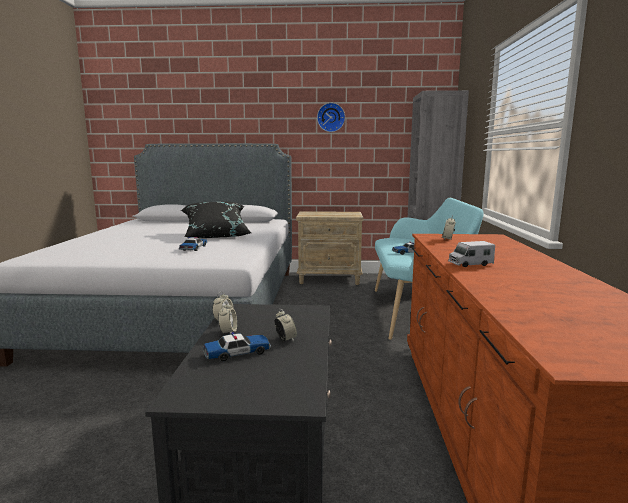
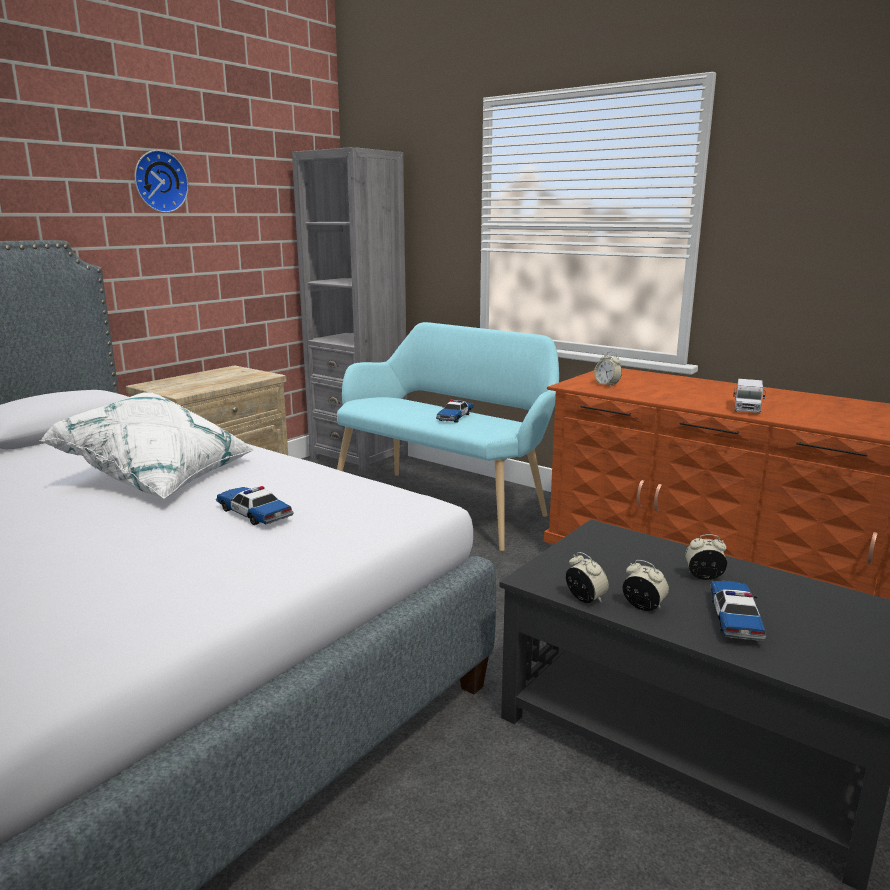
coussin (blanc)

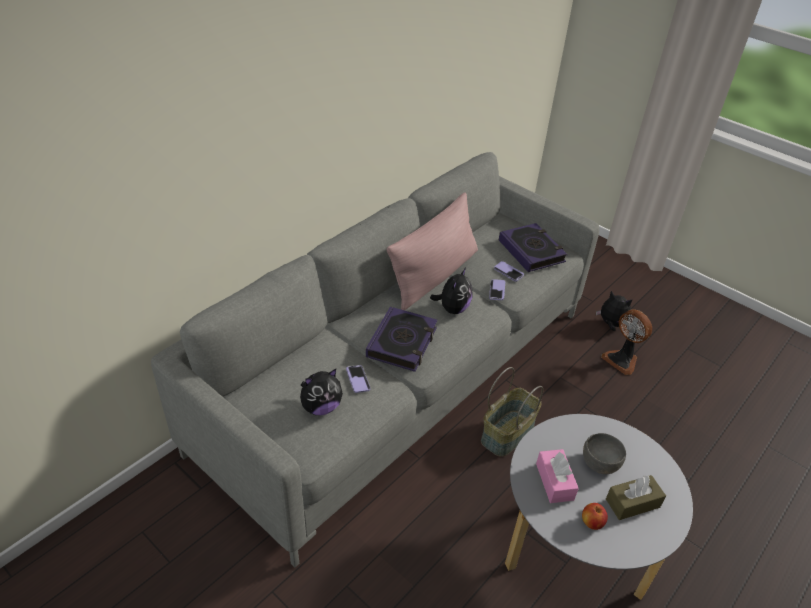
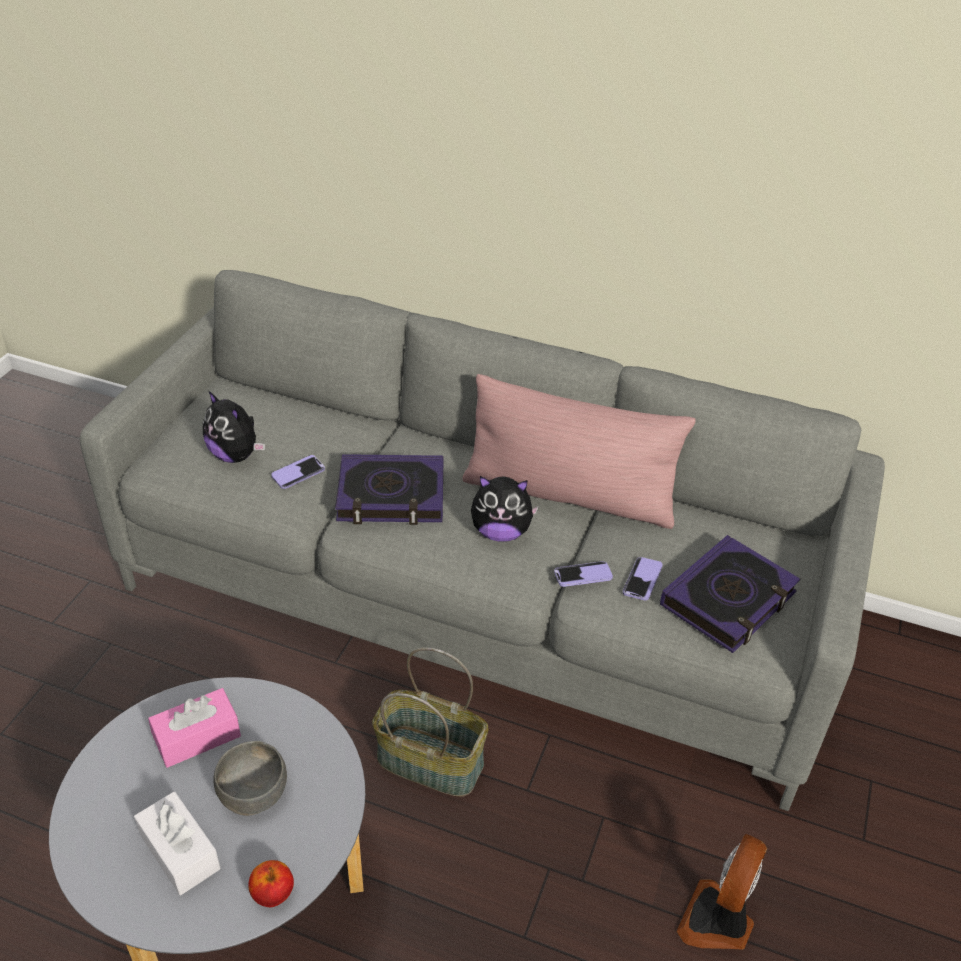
peluche (3rd from left in the first image)
boîte à mouchoirs (blanc)
pomme

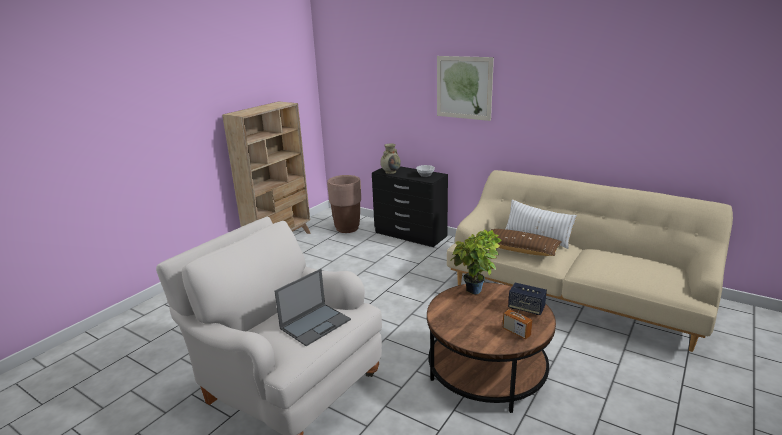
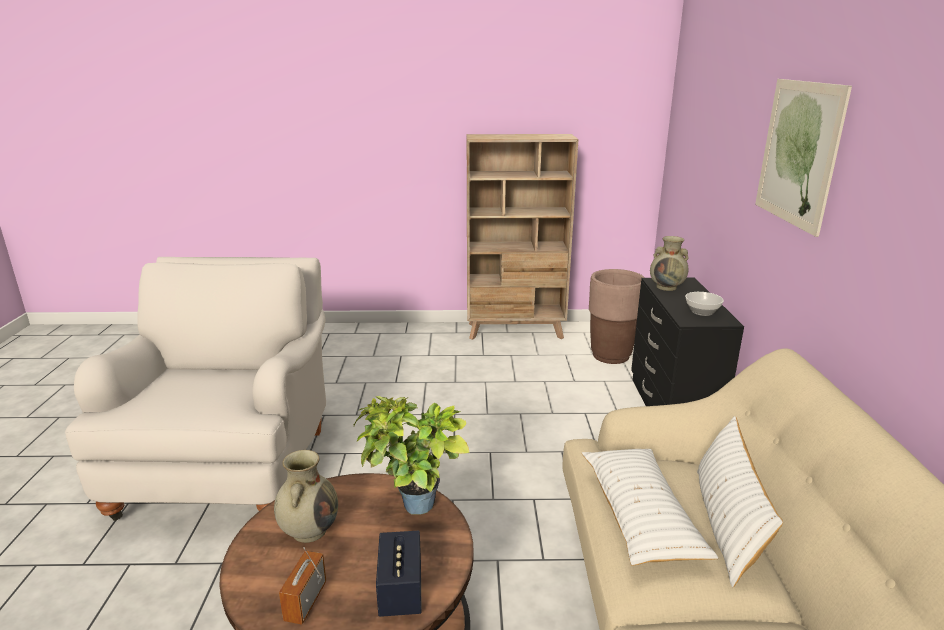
coussin (blanc) (1st from left)
ordinateur portable
vase (beige) (1st from left)

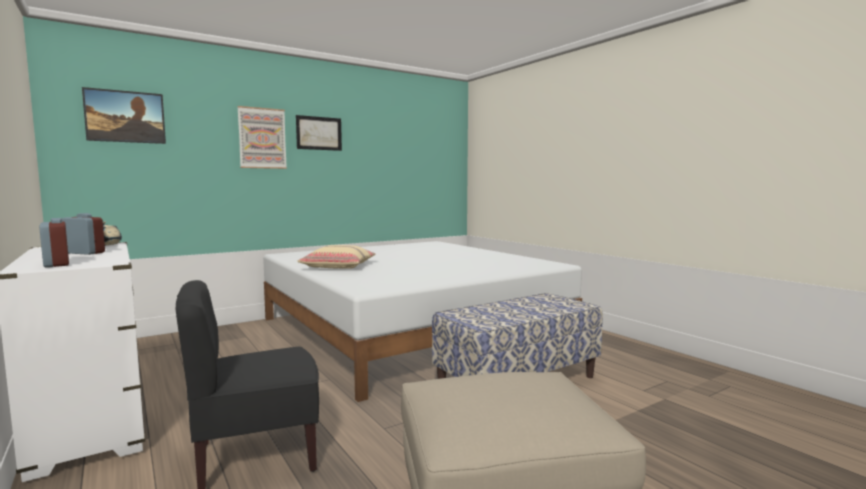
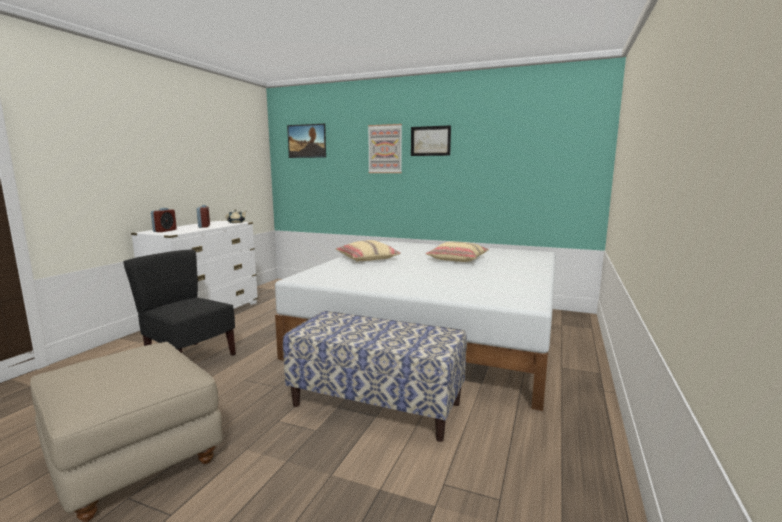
coussin (beige) (2nd from left)

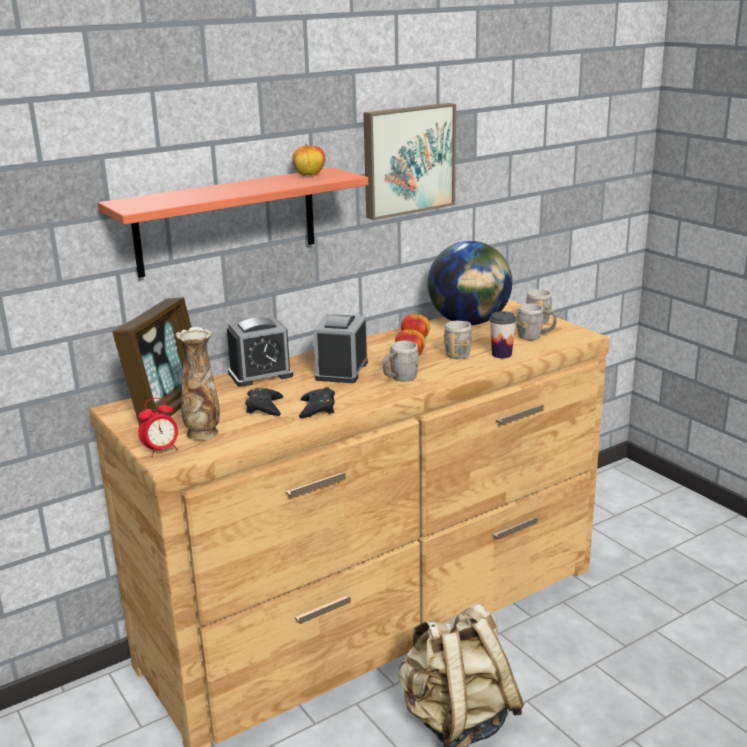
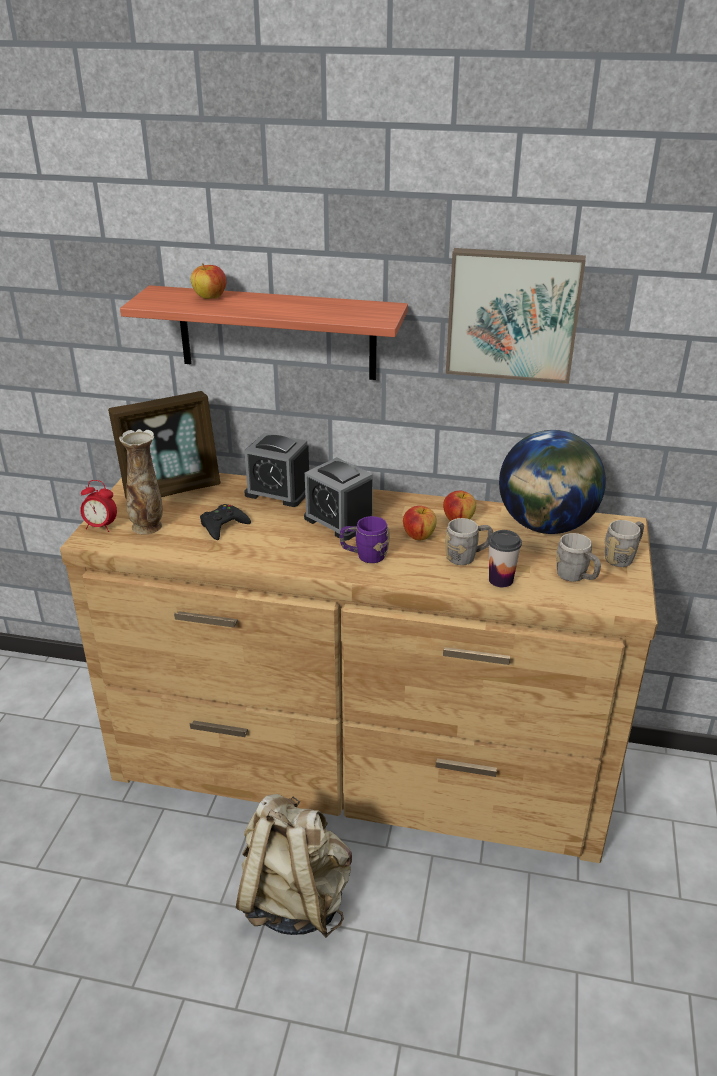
pomme (1st from left)
réveil (3rd from left)
mug (violet)
manette (noir) (2nd from left in the first image)

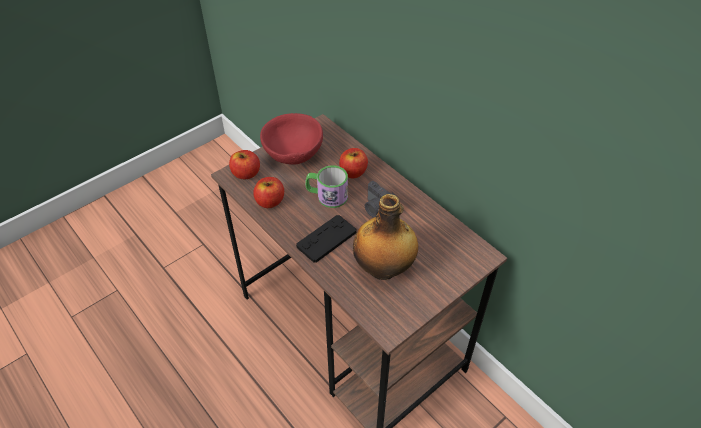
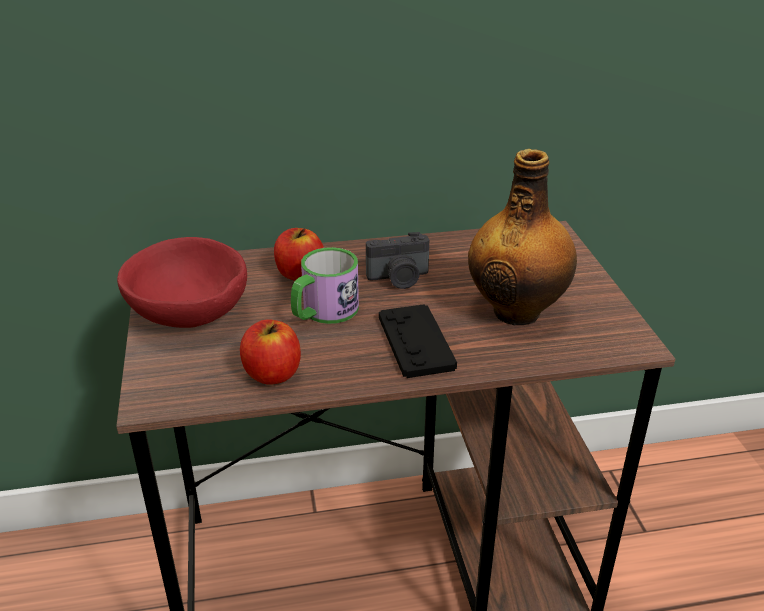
pomme (1st from left in the first image)

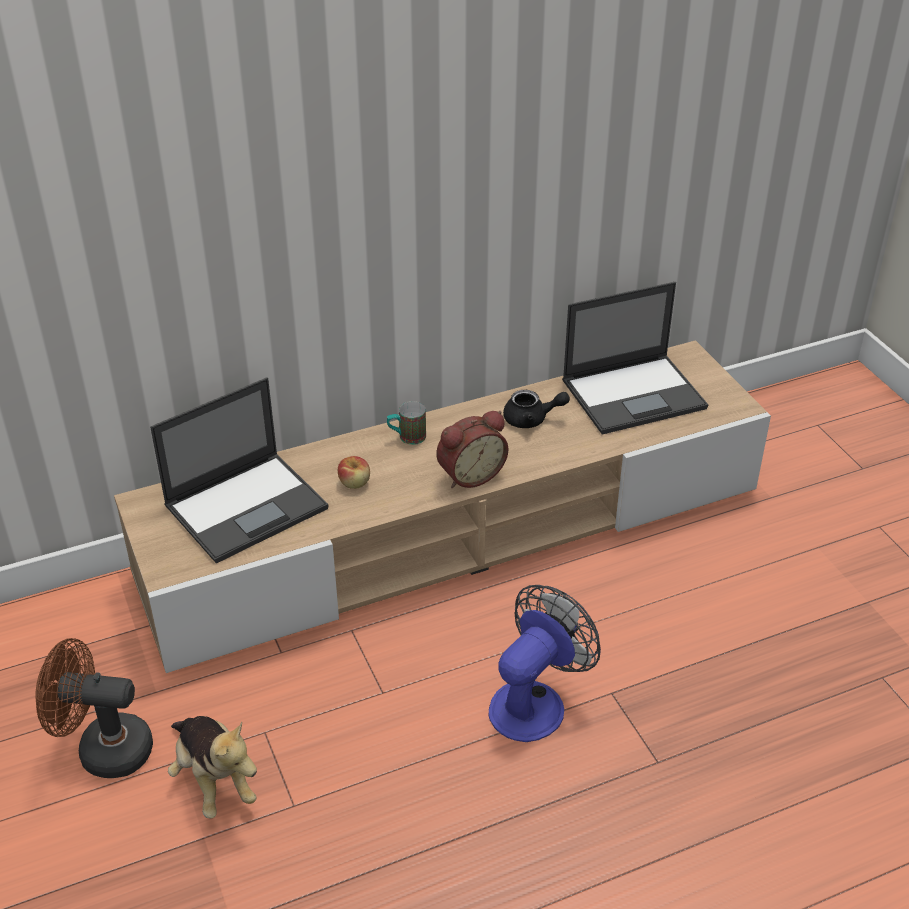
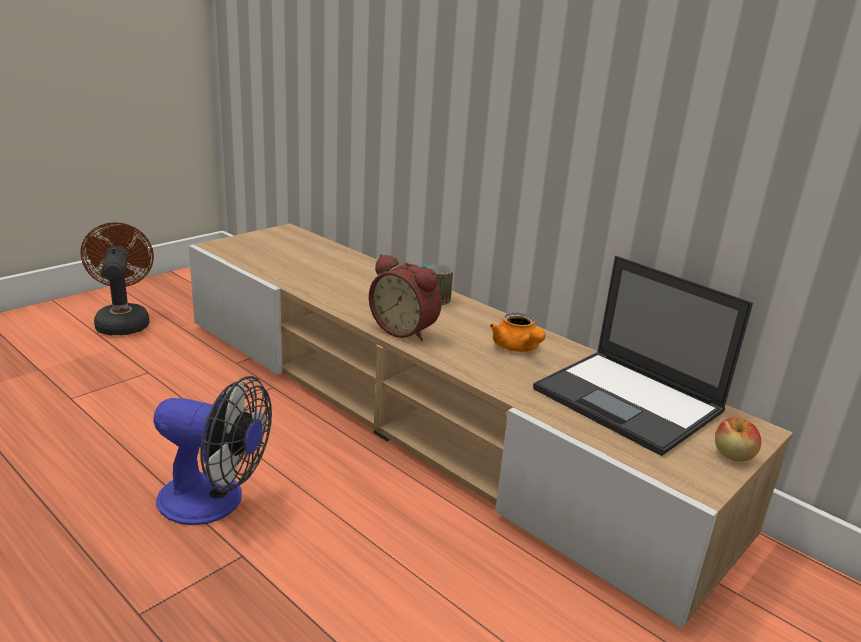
ordinateur portable (1st from left in the first image)
théière (orange)
pomme
peluche

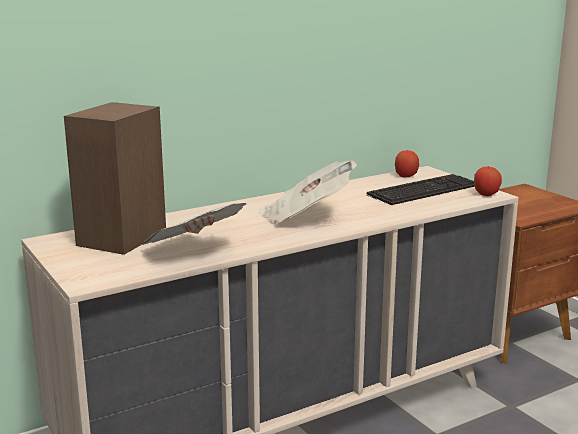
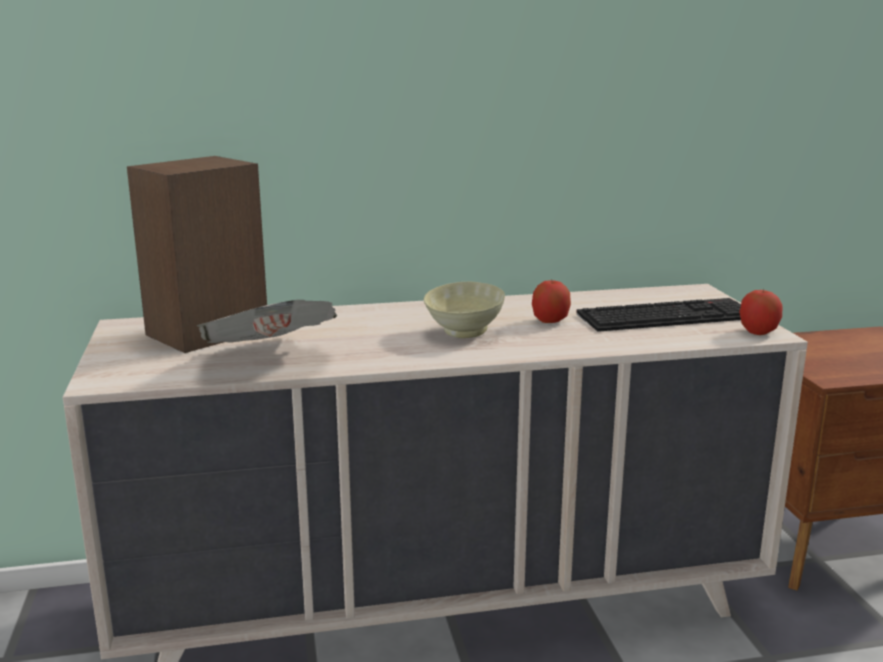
pomme (1st from left)
bol (beige)

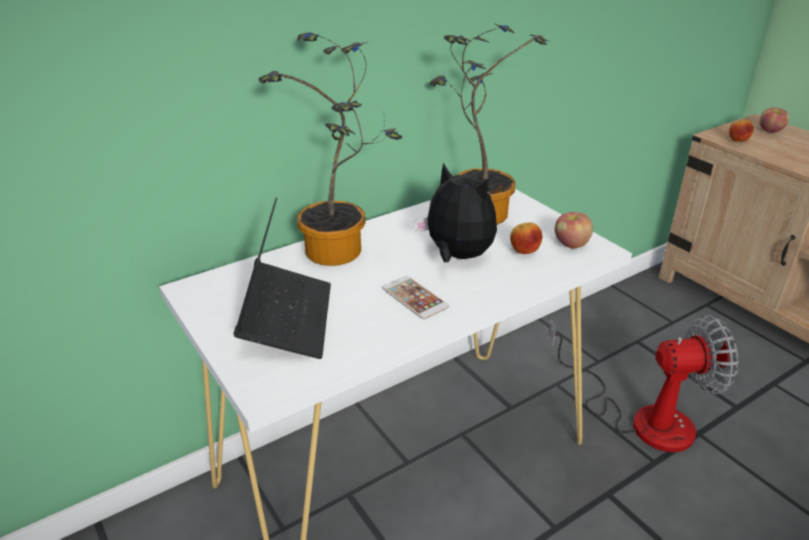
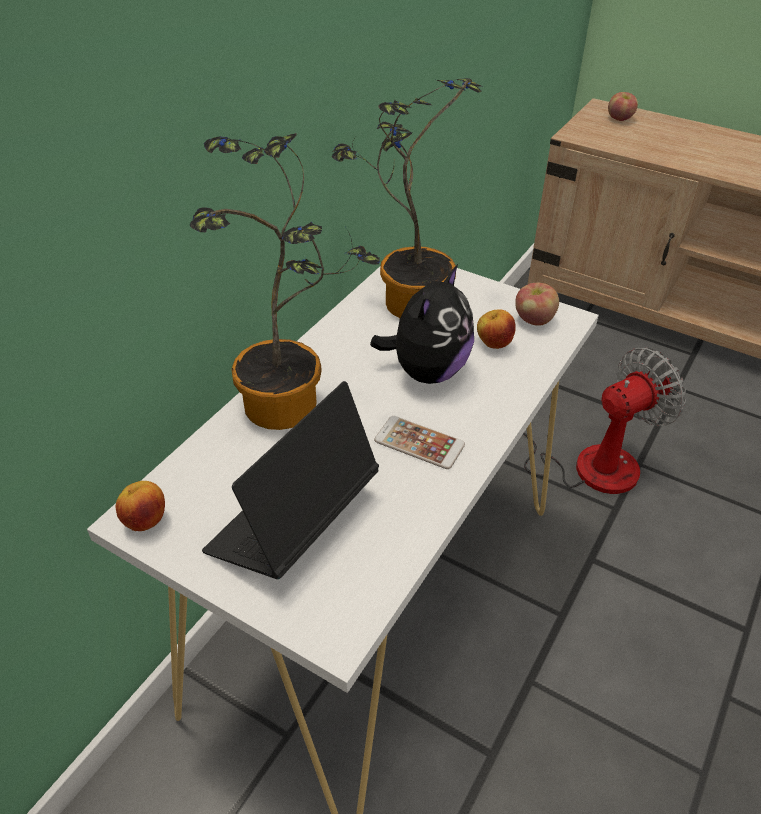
pomme (1st from left)
peluche
ordinateur portable

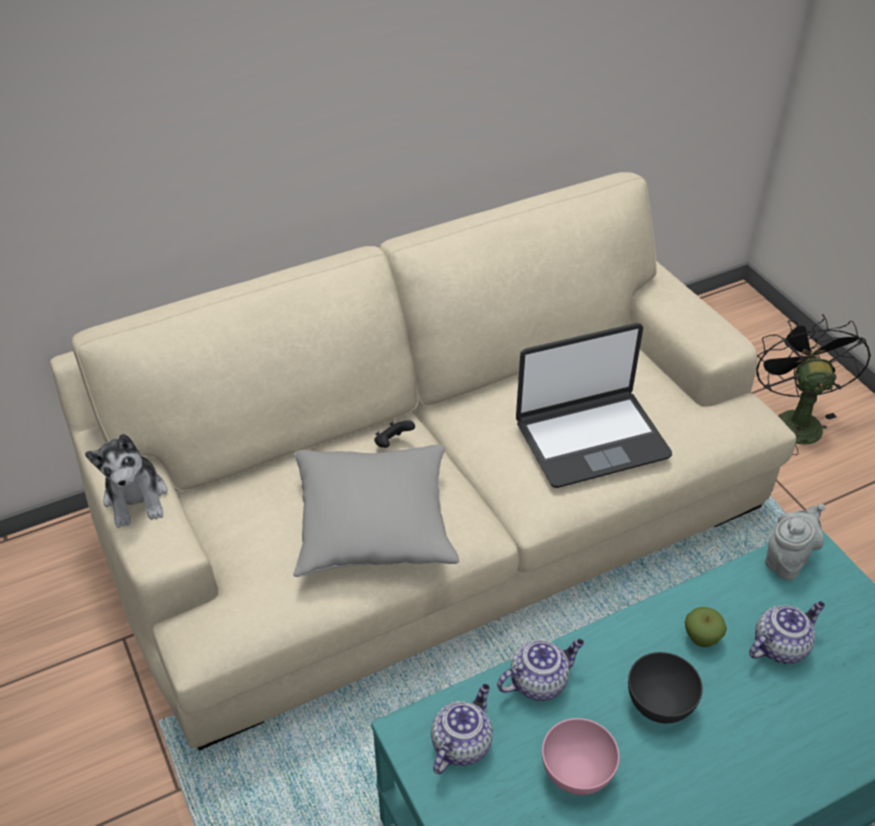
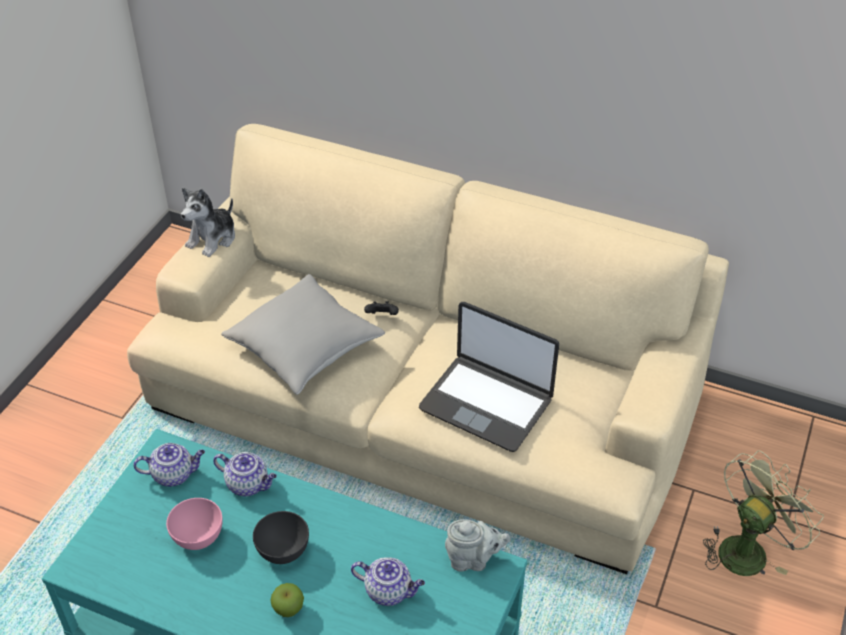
ventilateur (vert)
pomme

